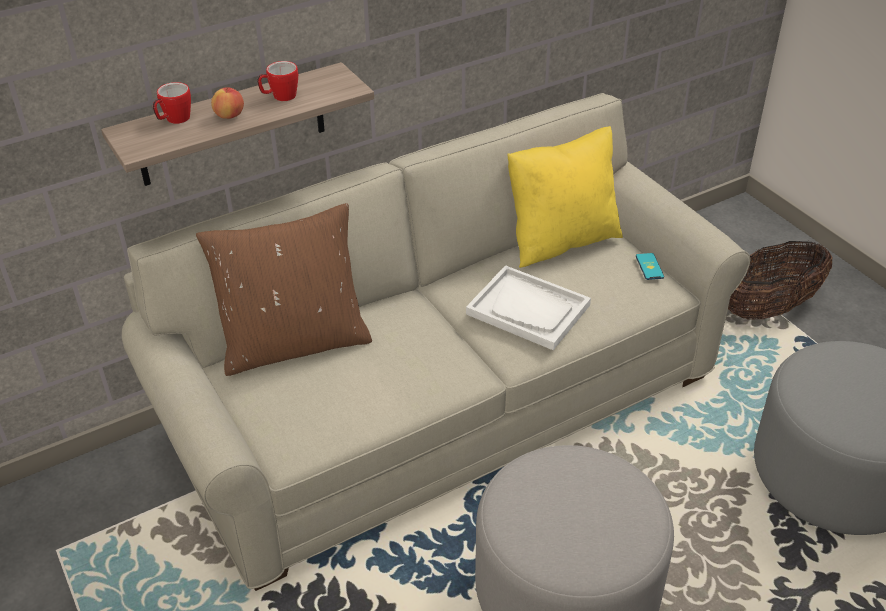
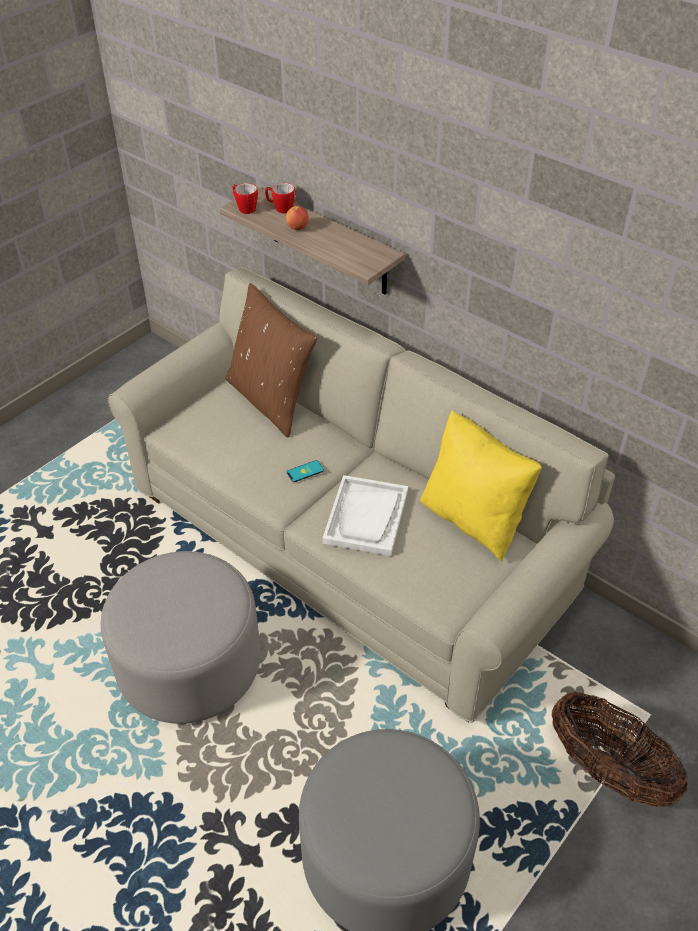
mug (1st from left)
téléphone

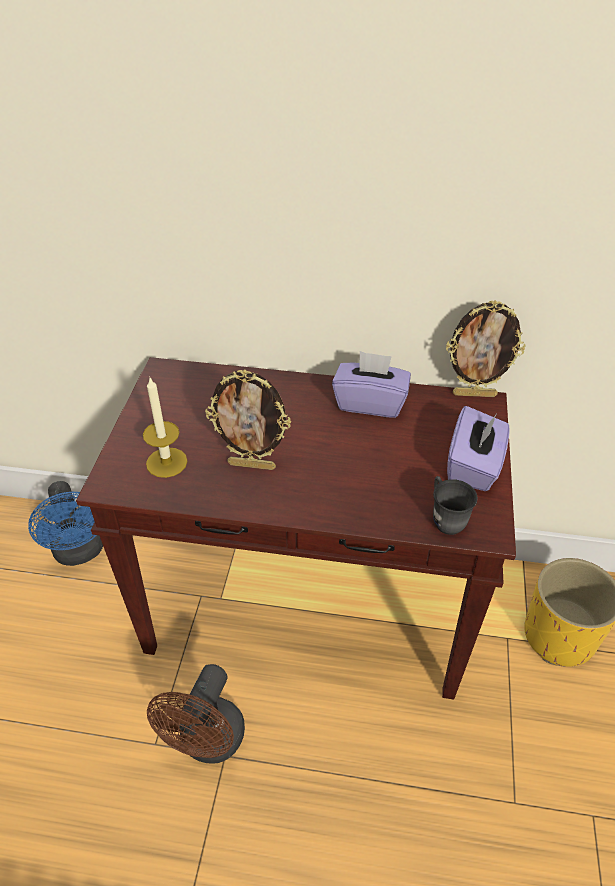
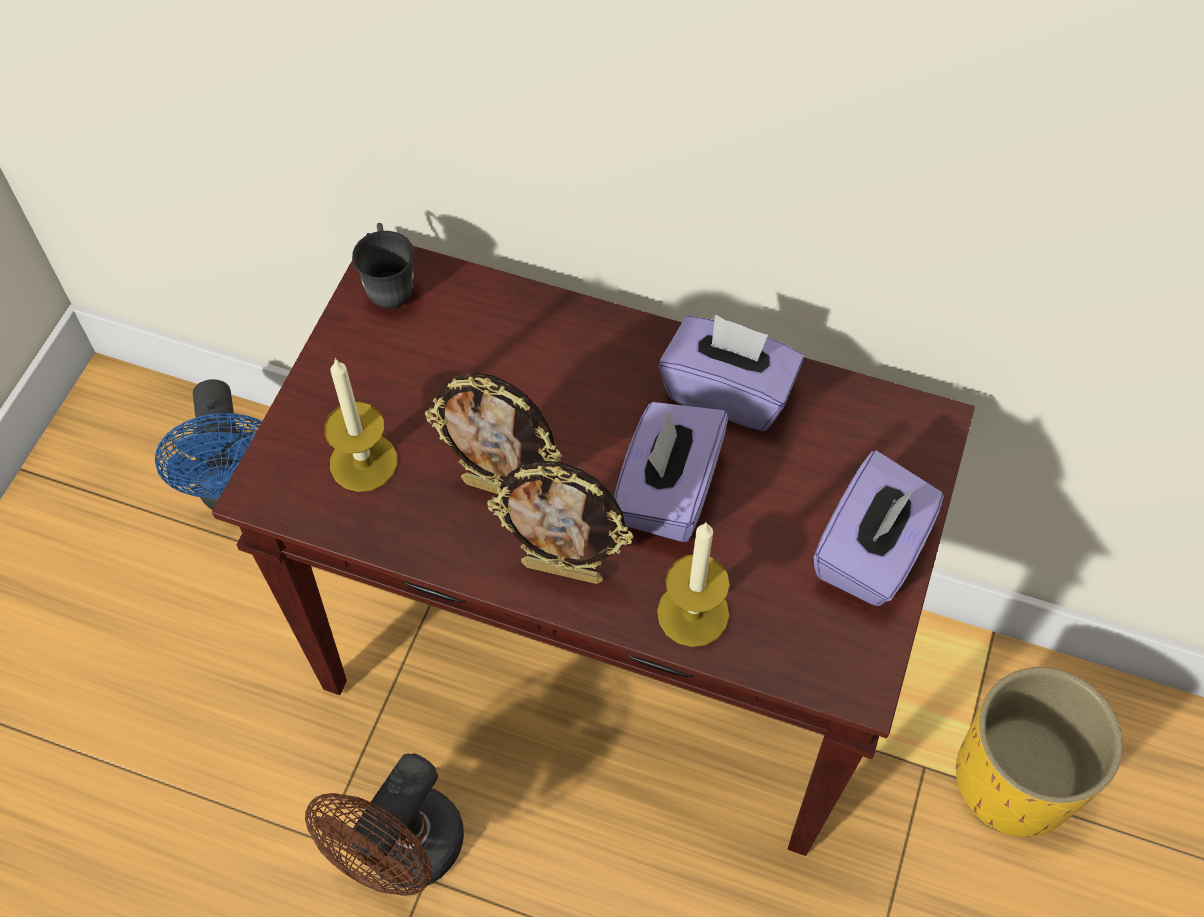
cadre photo (2nd from left)
mug (gris)
boîte à mouchoirs (violet) (1st from left)
bougie (2nd from left)

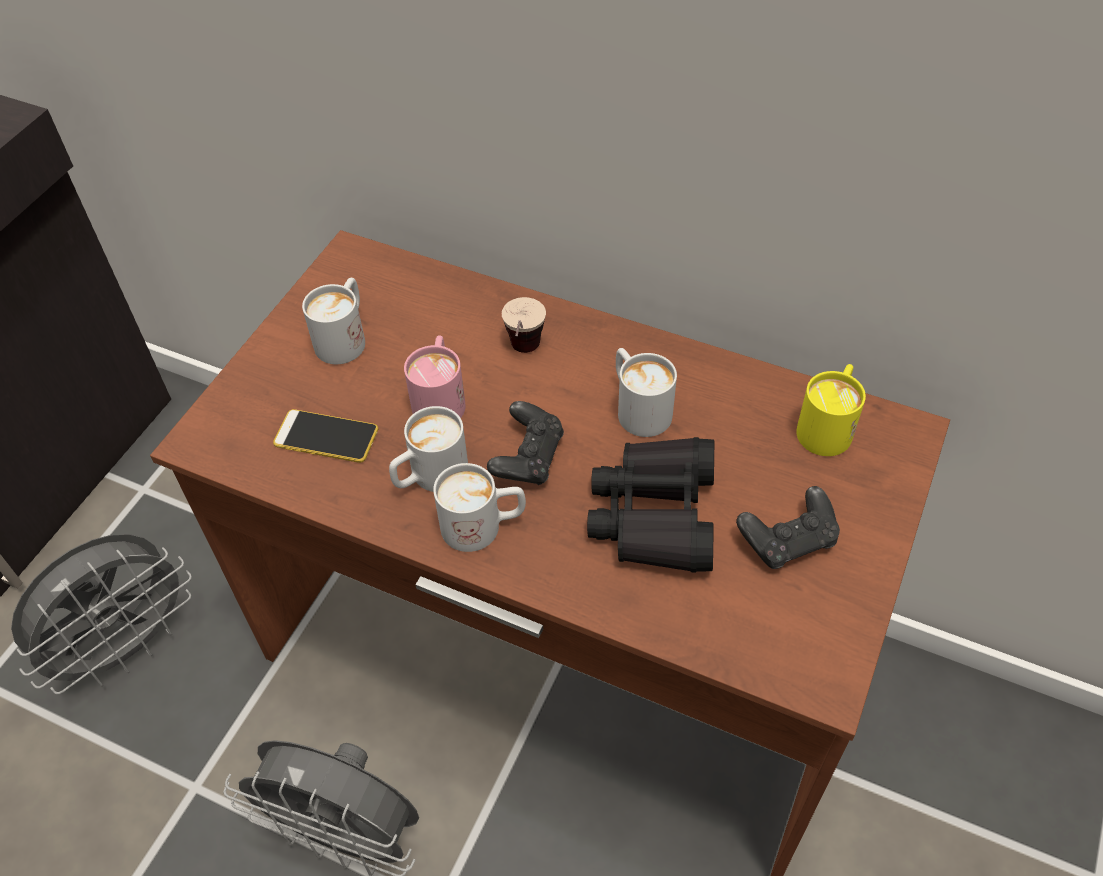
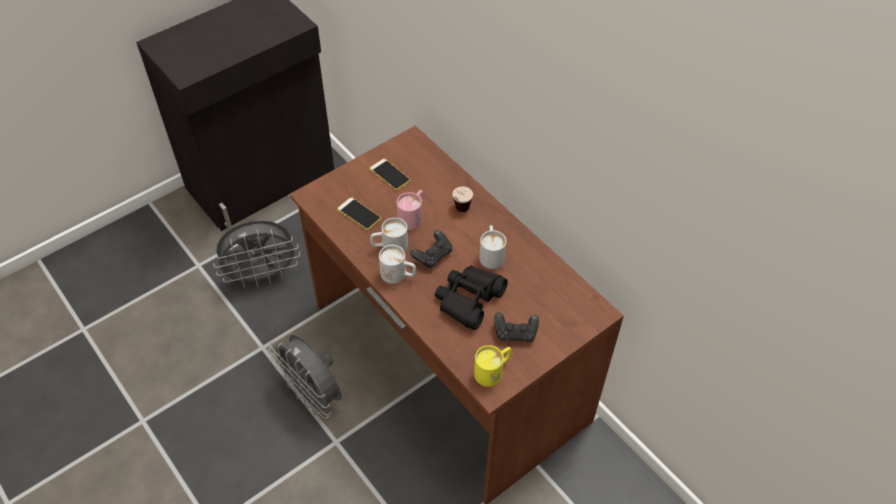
téléphone (2nd from left)
mug (jaune)

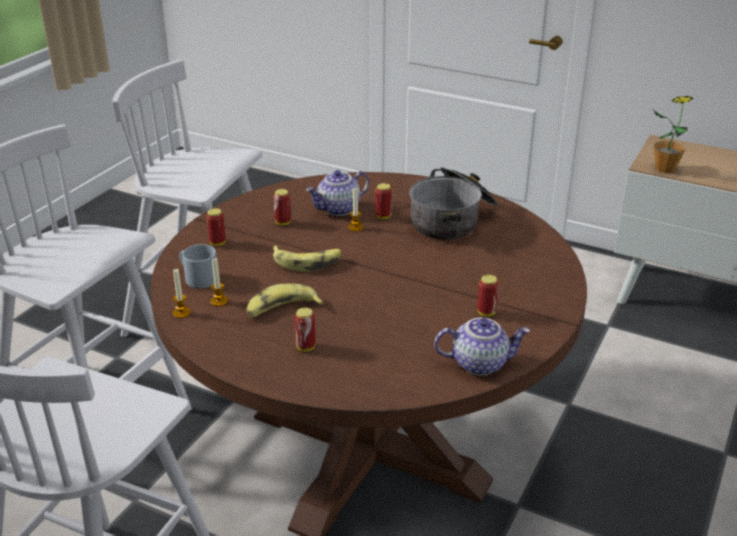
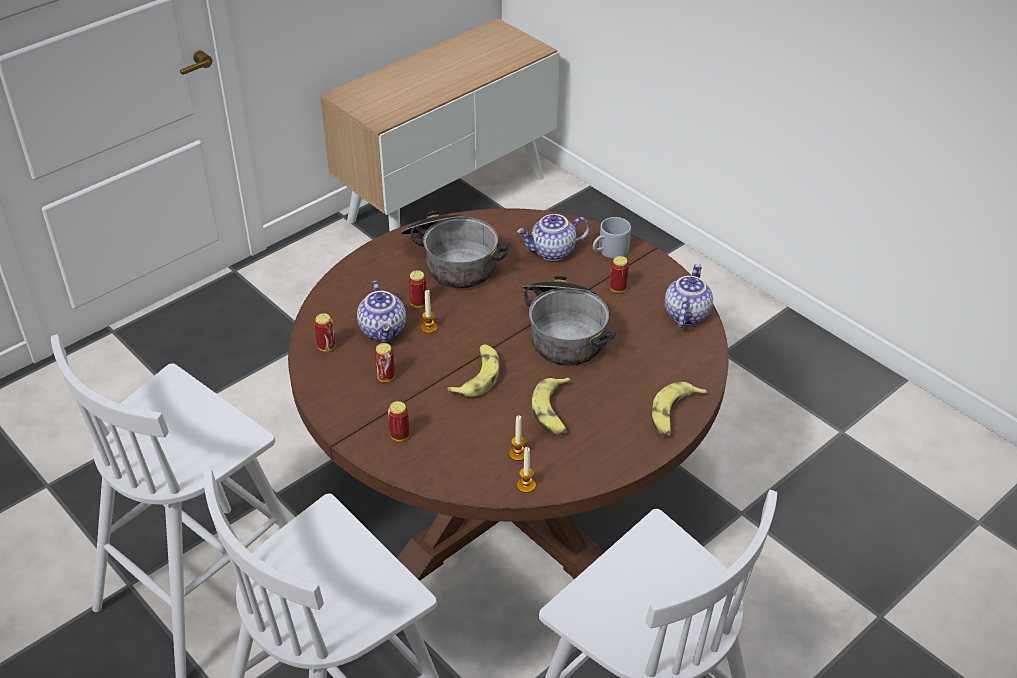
plante en pot
mug (gris)
boîte métallique (1st from left)
théière (2nd from left)
marmite (2nd from left)
banane (3rd from left)

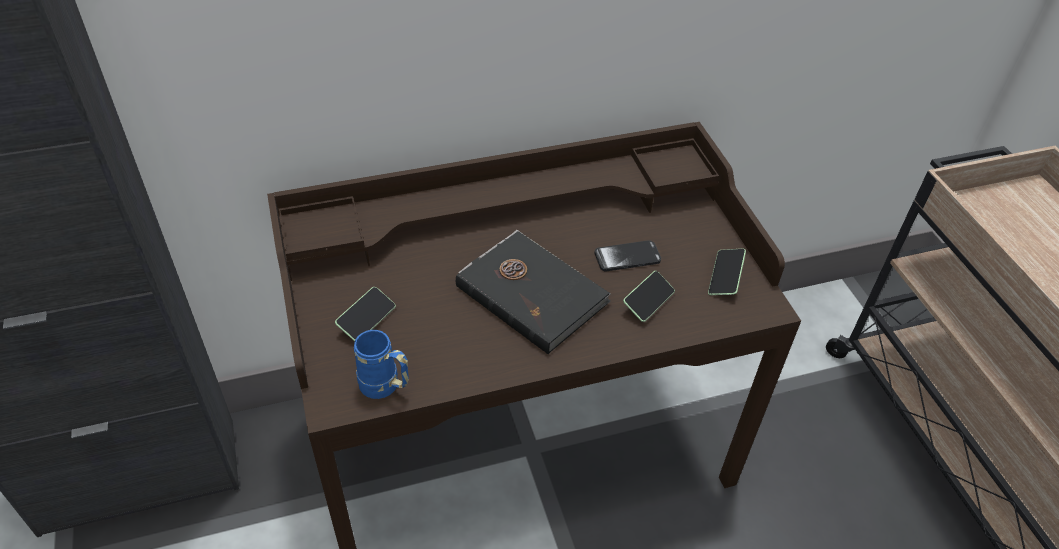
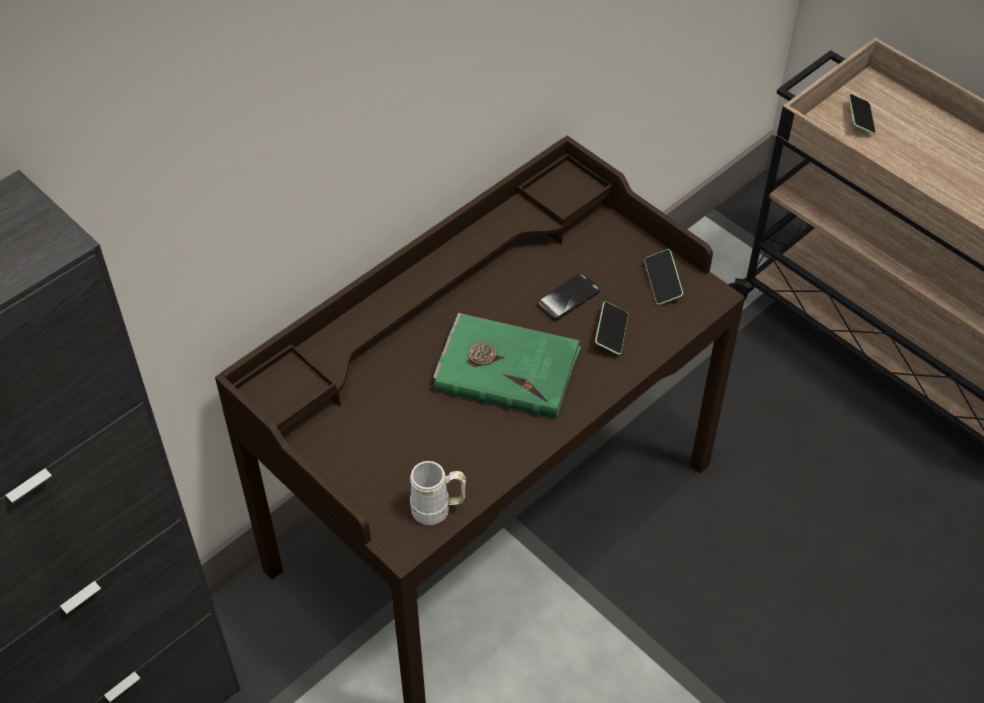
livre (vert)
téléphone (4th from left)
mug (blanc)

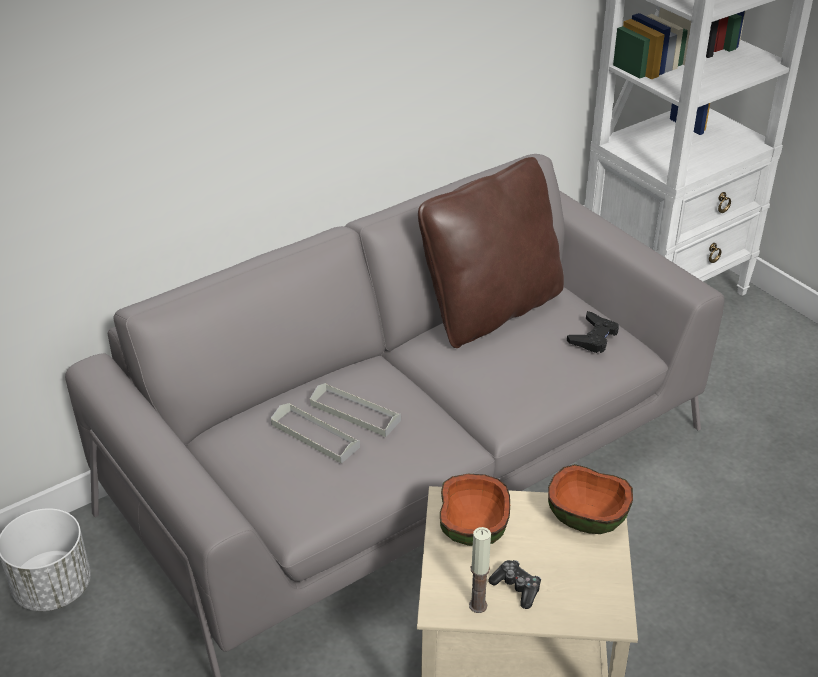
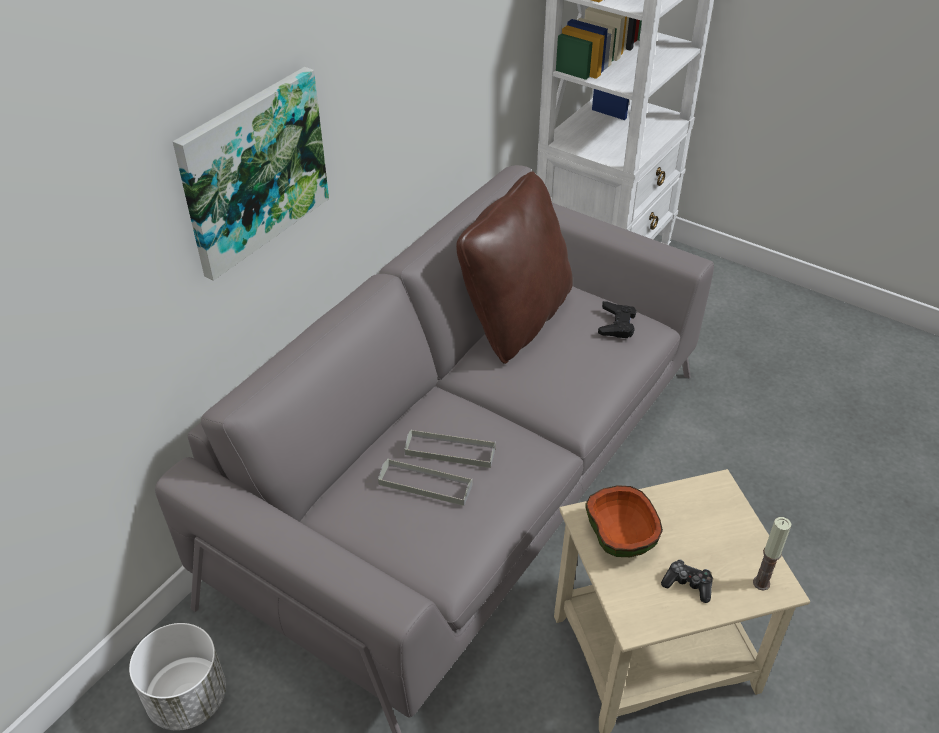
bol (2nd from left in the first image)
bougie
tableau

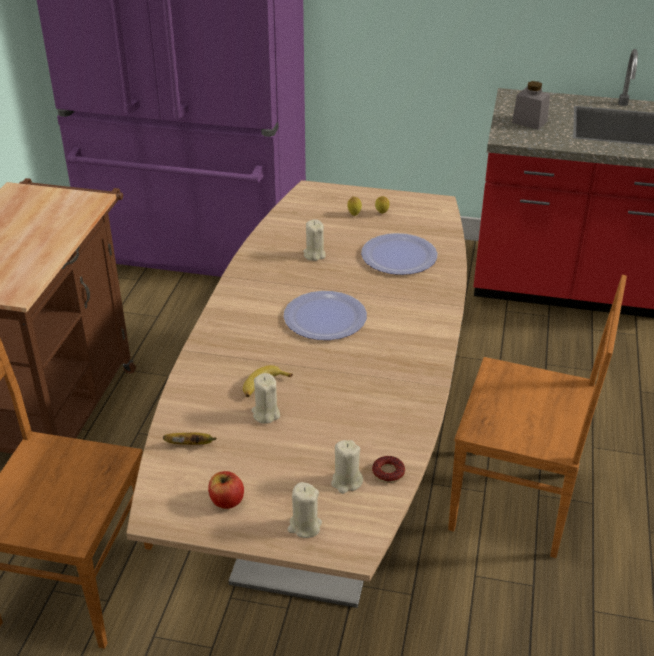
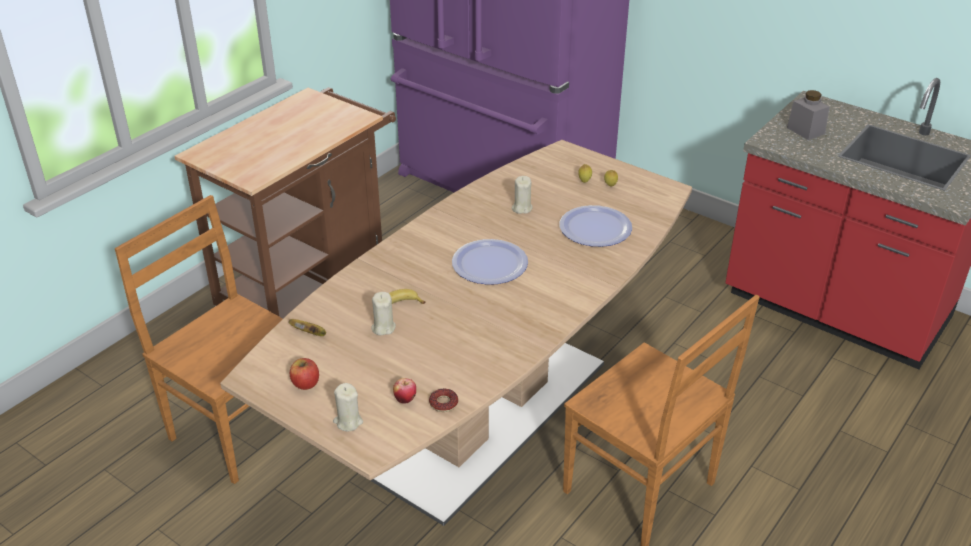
pomme (2nd from left)

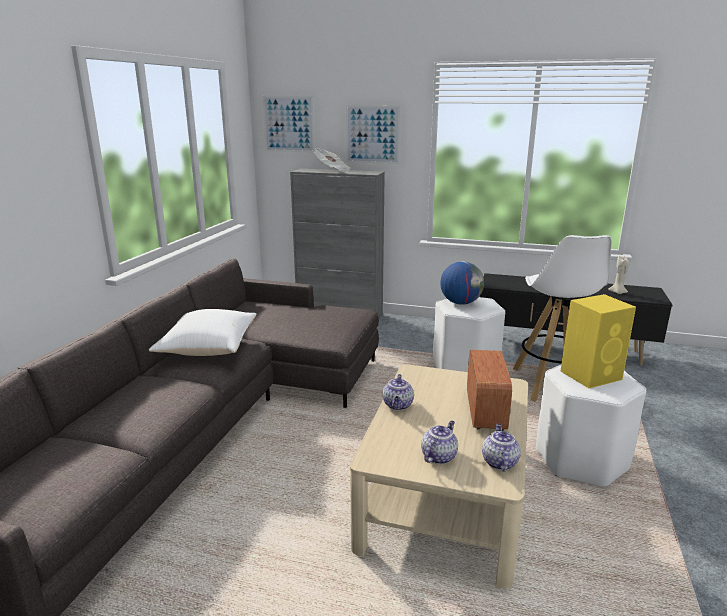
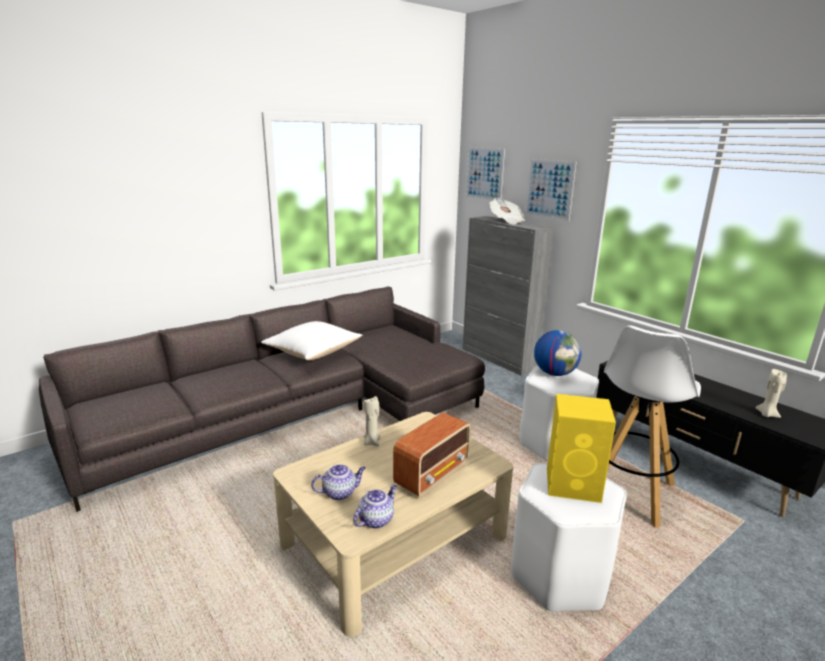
bougie (beige) (1st from left)

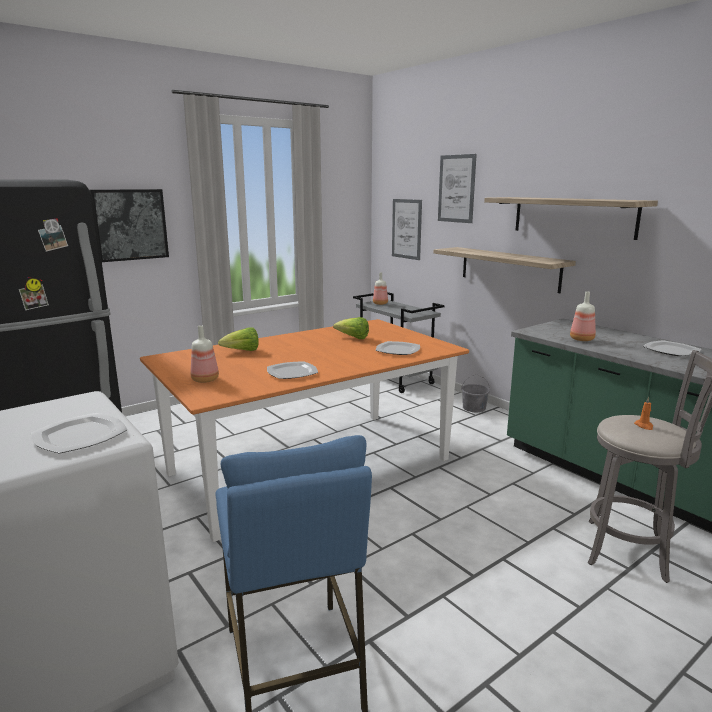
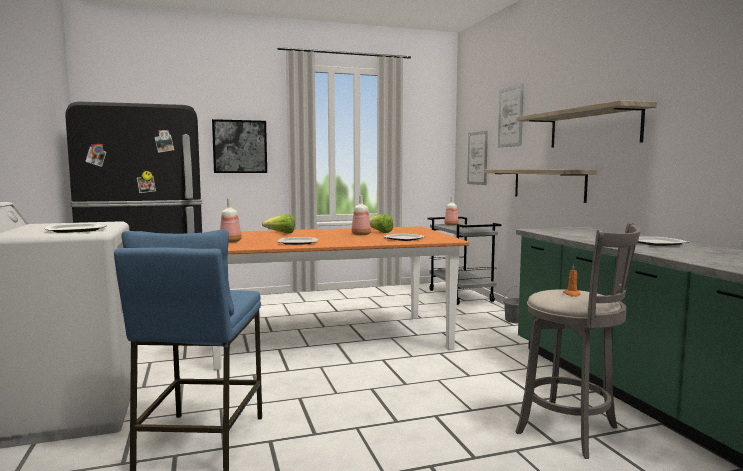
bouteille (2nd from left)

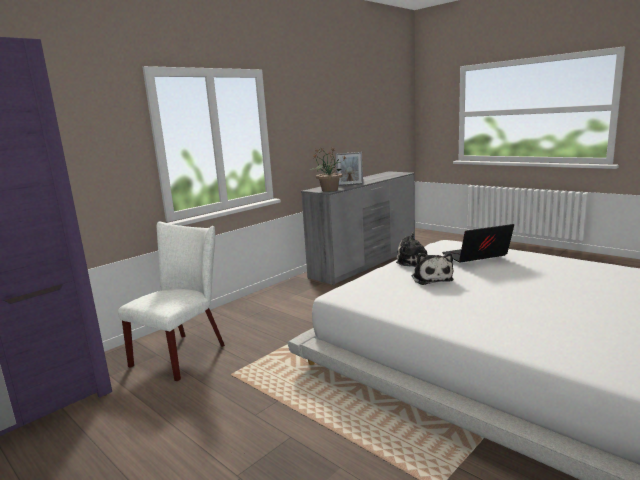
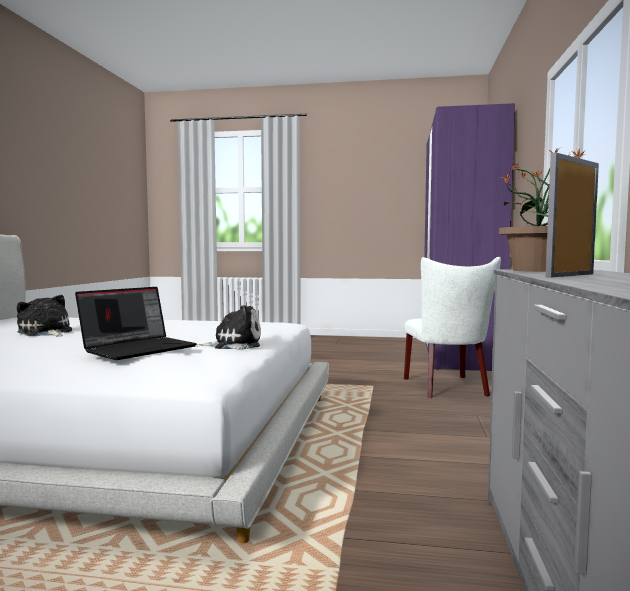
peluche (1st from left)

